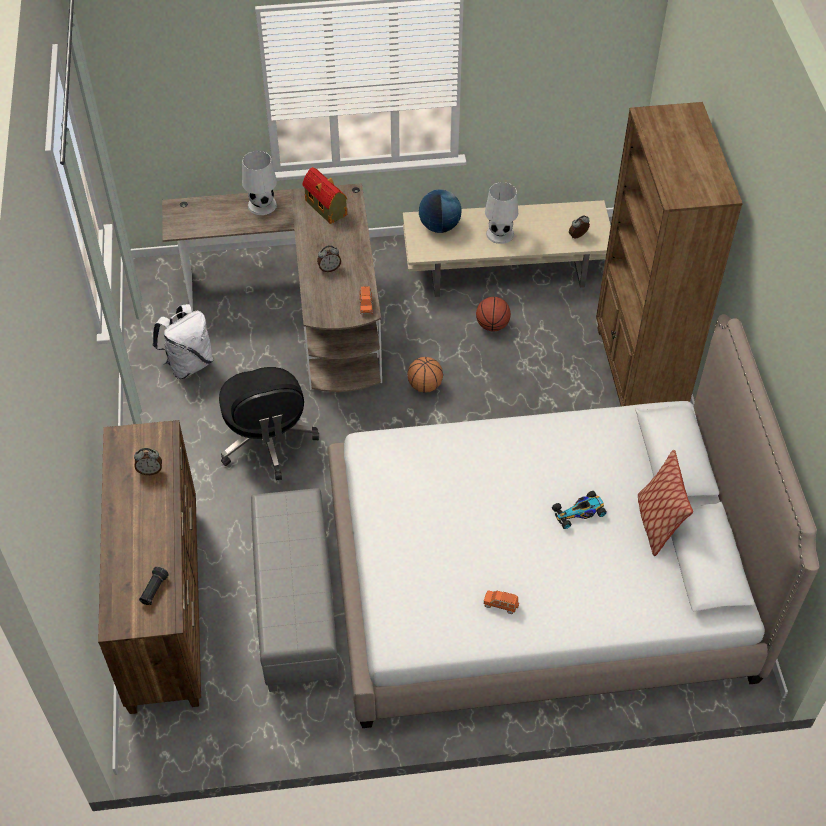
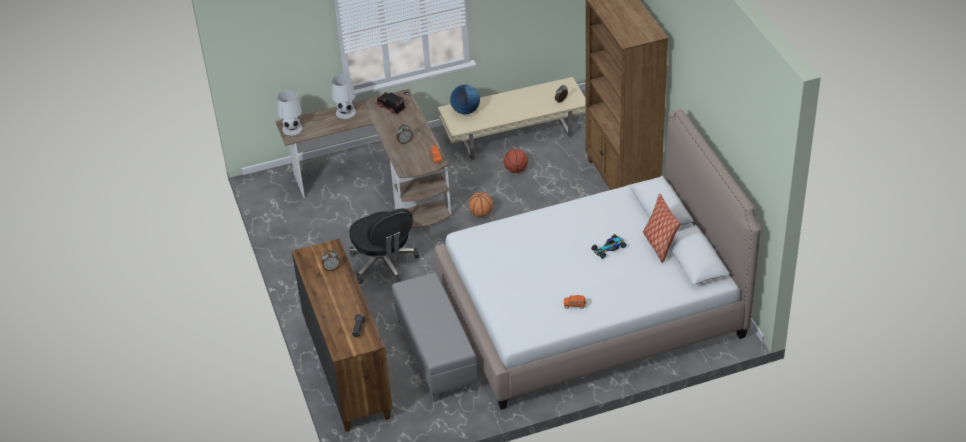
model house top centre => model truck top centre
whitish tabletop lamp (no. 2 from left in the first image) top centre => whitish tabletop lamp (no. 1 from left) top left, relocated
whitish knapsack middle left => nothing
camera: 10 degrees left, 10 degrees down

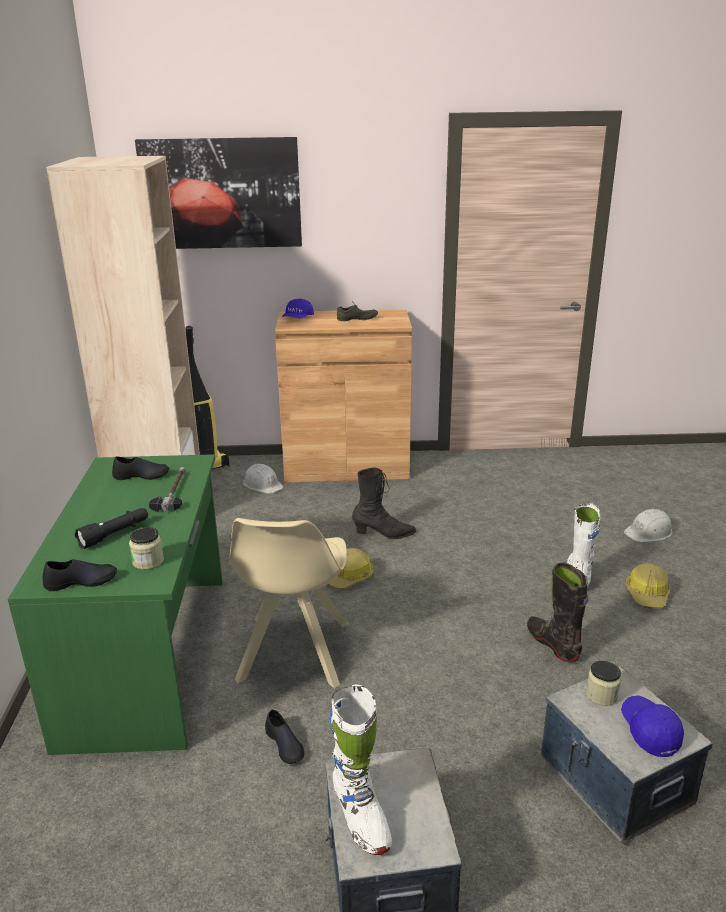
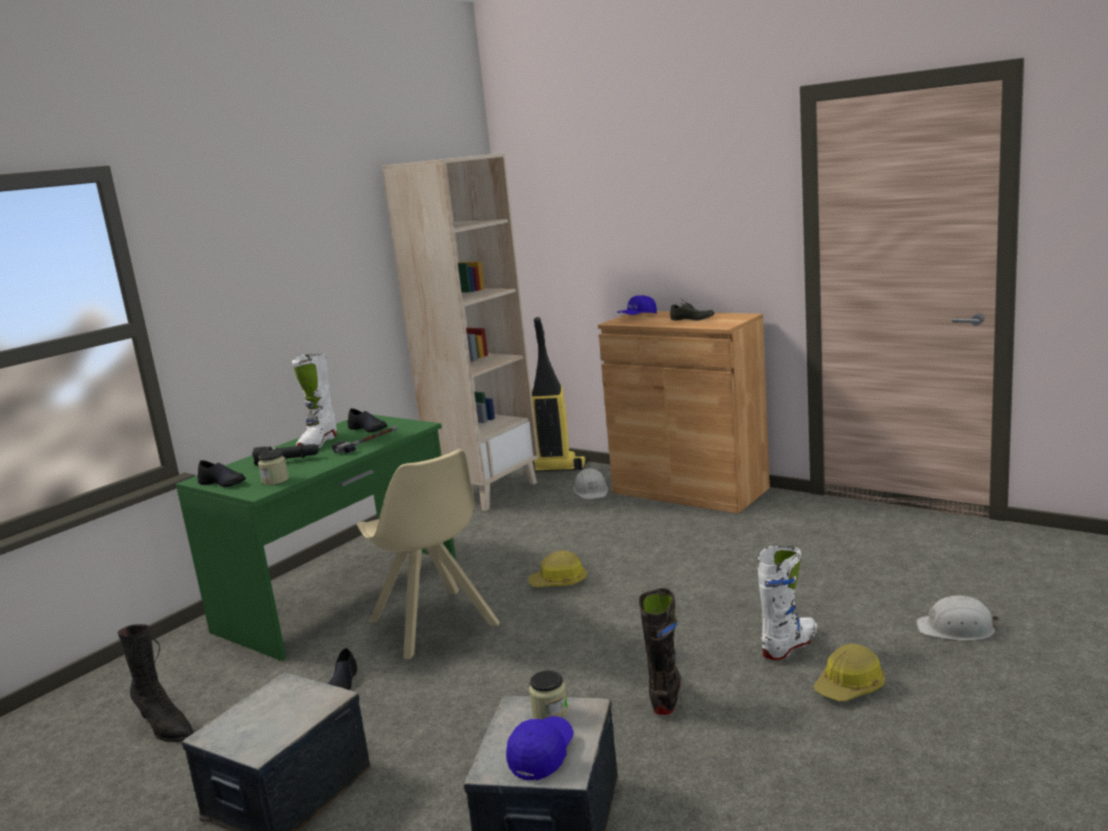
picture top left => nothing
blackish high-top boot (no. 1 from left) centre => blackish high-top boot (no. 1 from left) bottom left, relocated
beige-coloured plain chair centre => beige-coloured plain chair bottom centre, 75 degrees counterclockwise
whitish high-top boot (no. 1 from left) bottom centre => whitish high-top boot (no. 1 from left) middle left, relocated
camera: 40 degrees right, 10 degrees down

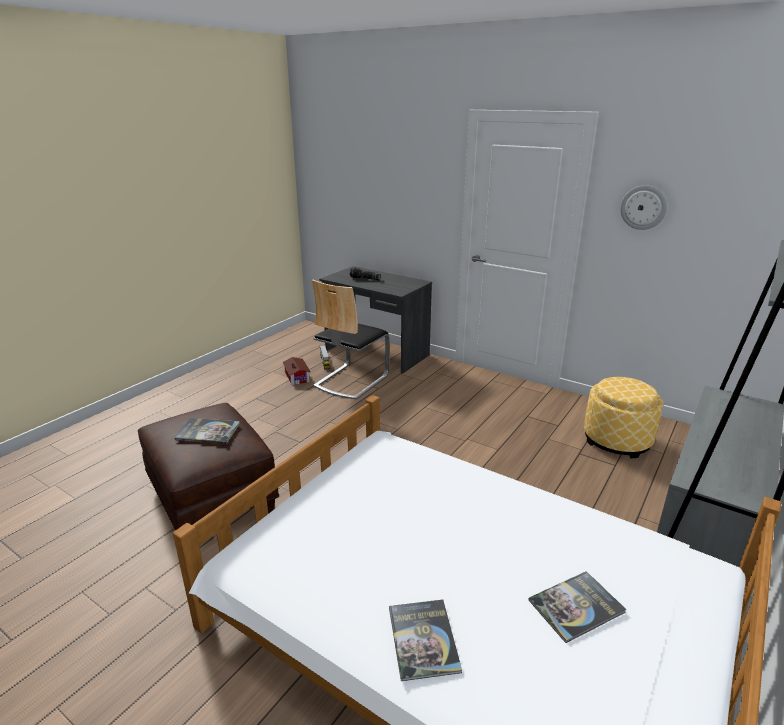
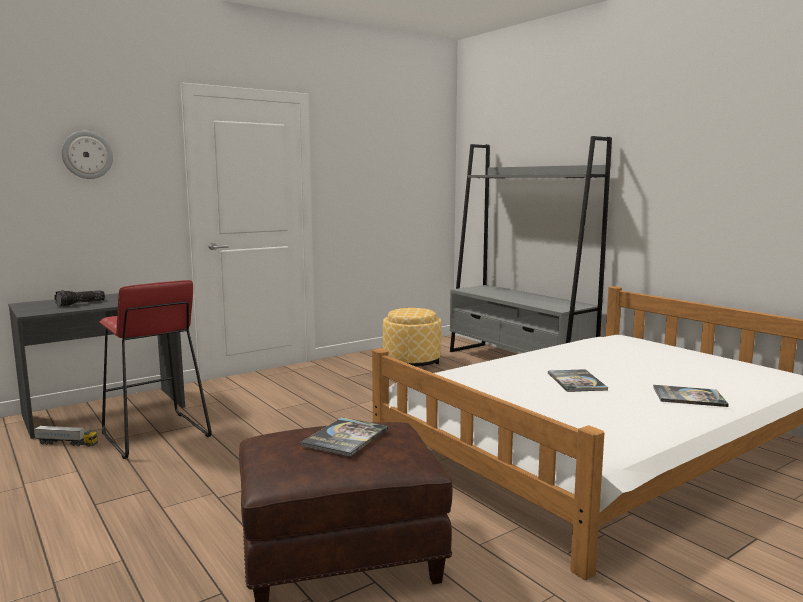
hanging clock top right => hanging clock top left, relocated
plain chair centre => red sitting stool middle left
model house centre => nothing
bound book (no. 3 from left in the first image) bottom right => bound book (no. 2 from left) middle right, relocated
camera: 70 degrees left, 15 degrees down

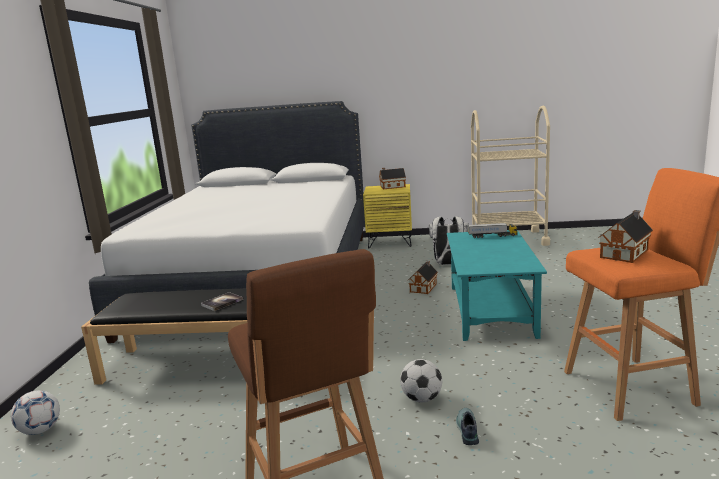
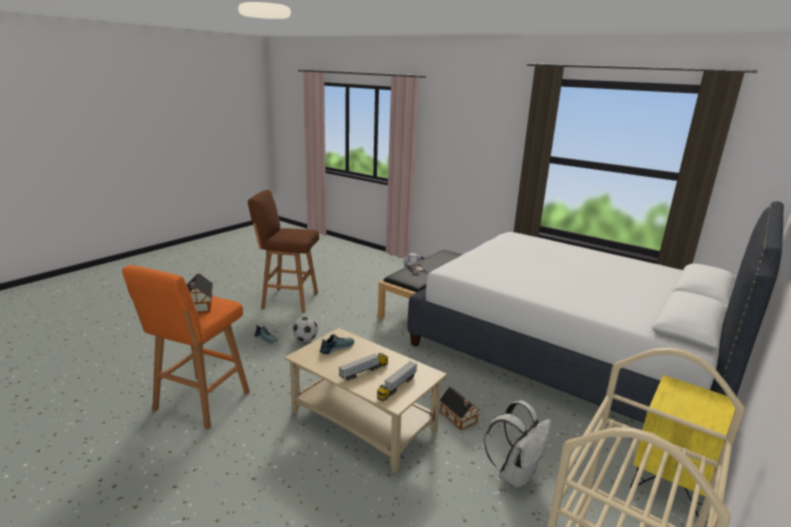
model house (no. 1 from left) centre => nothing
blue-green lounge table middle right => beige-coloured lounge table bottom centre
nothing => shoe (no. 2 from left) centre
nothing => model truck (no. 1 from left) bottom centre
camera: 120 degrees right, 5 degrees up

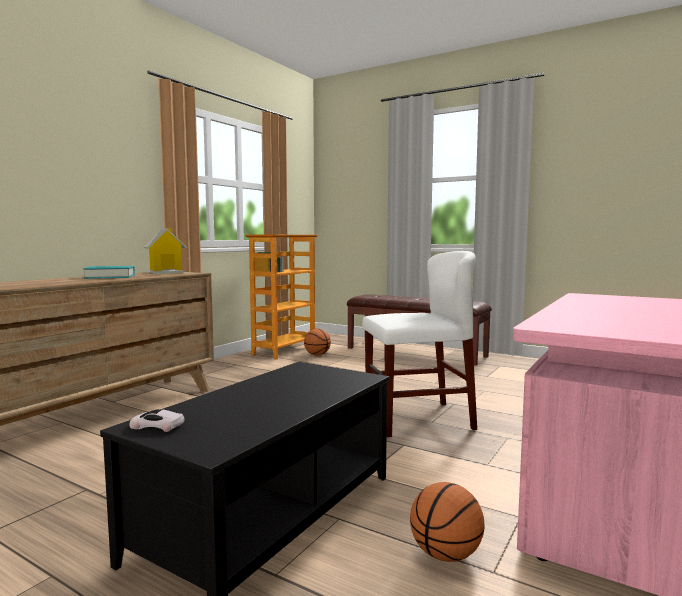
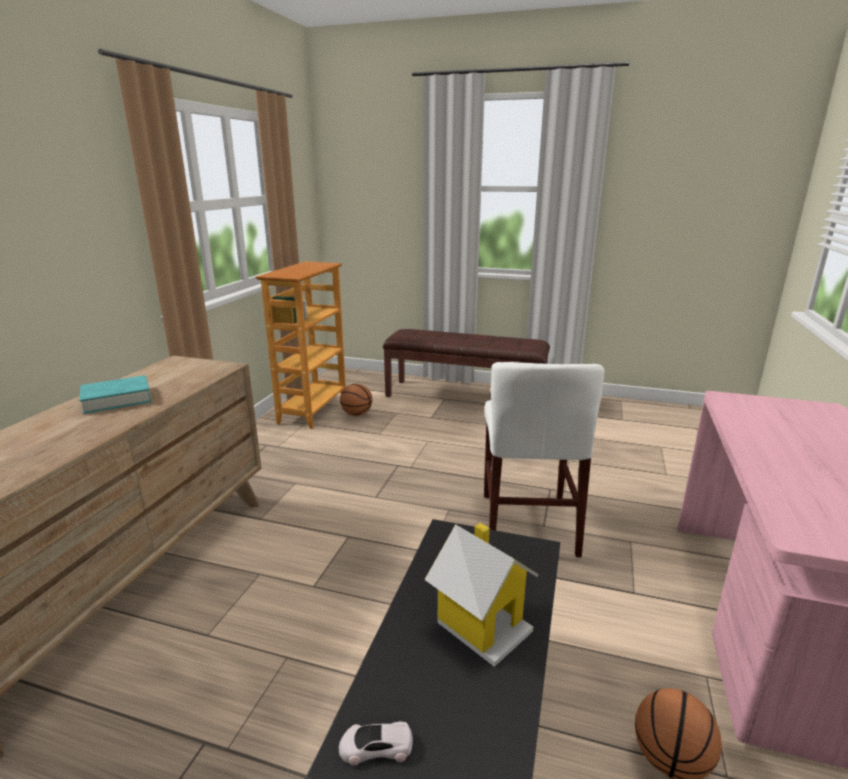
model house middle left => model house bottom centre, relocated
whitish plain chair centre, 120 degrees clockwise
camera: 15 degrees left, 15 degrees up

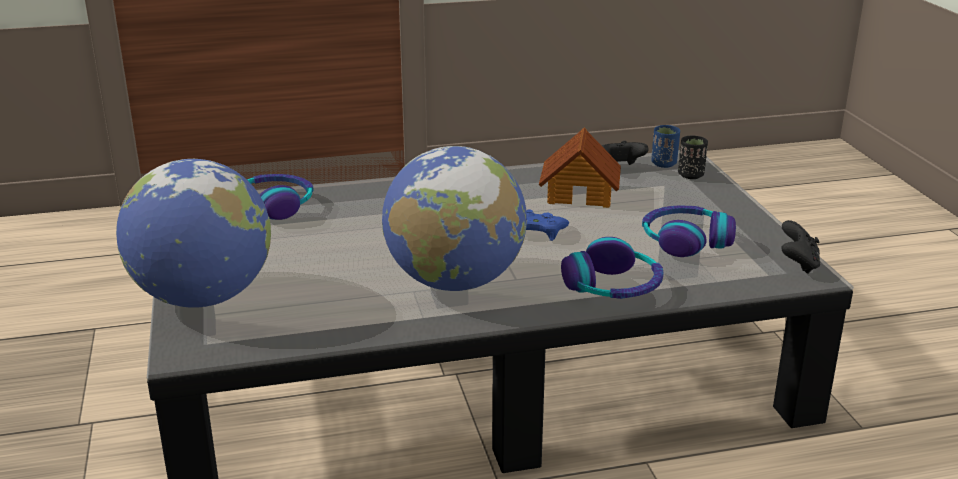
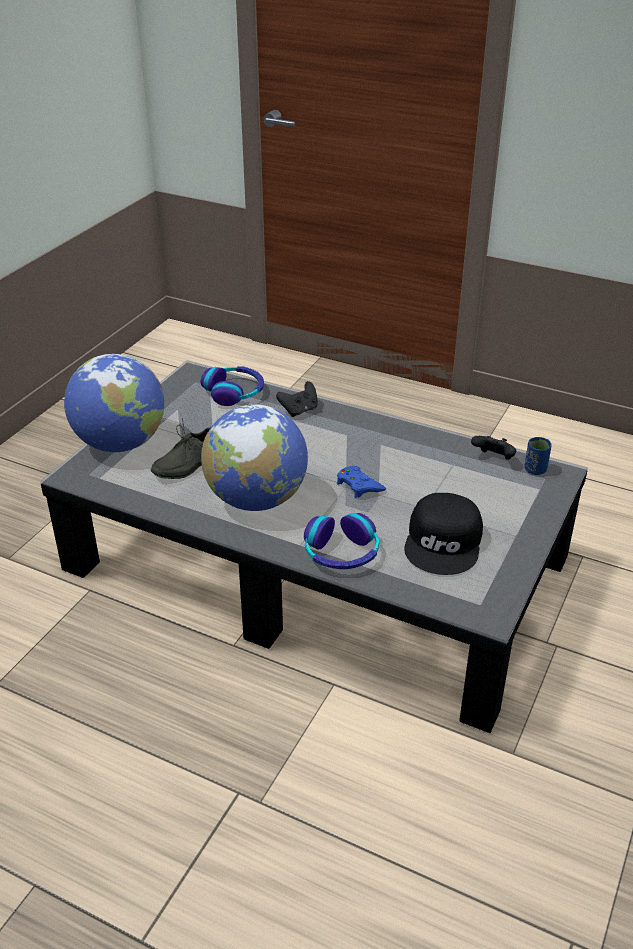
model house centre => nothing
blackish drinking cup top right => nothing
pair of headphones (no. 3 from left) middle right => blackish cap middle right
blackish joypad (no. 2 from left in the first image) middle right => blackish joypad (no. 1 from left) centre, relocated
nothing => greyish shoe middle left
camera: 40 degrees right, 10 degrees up

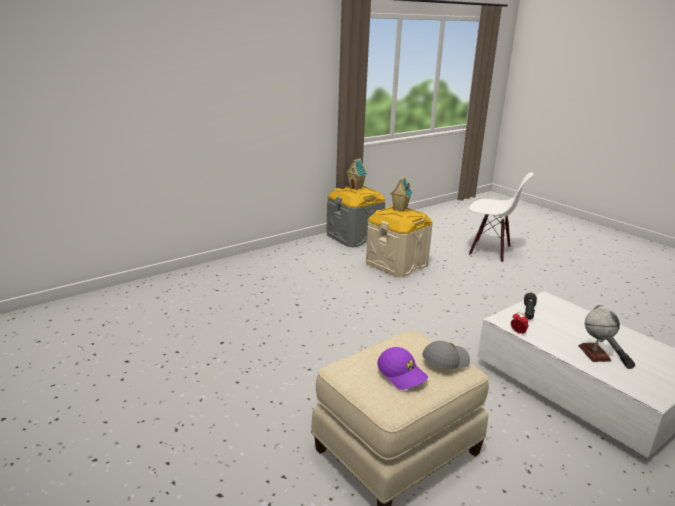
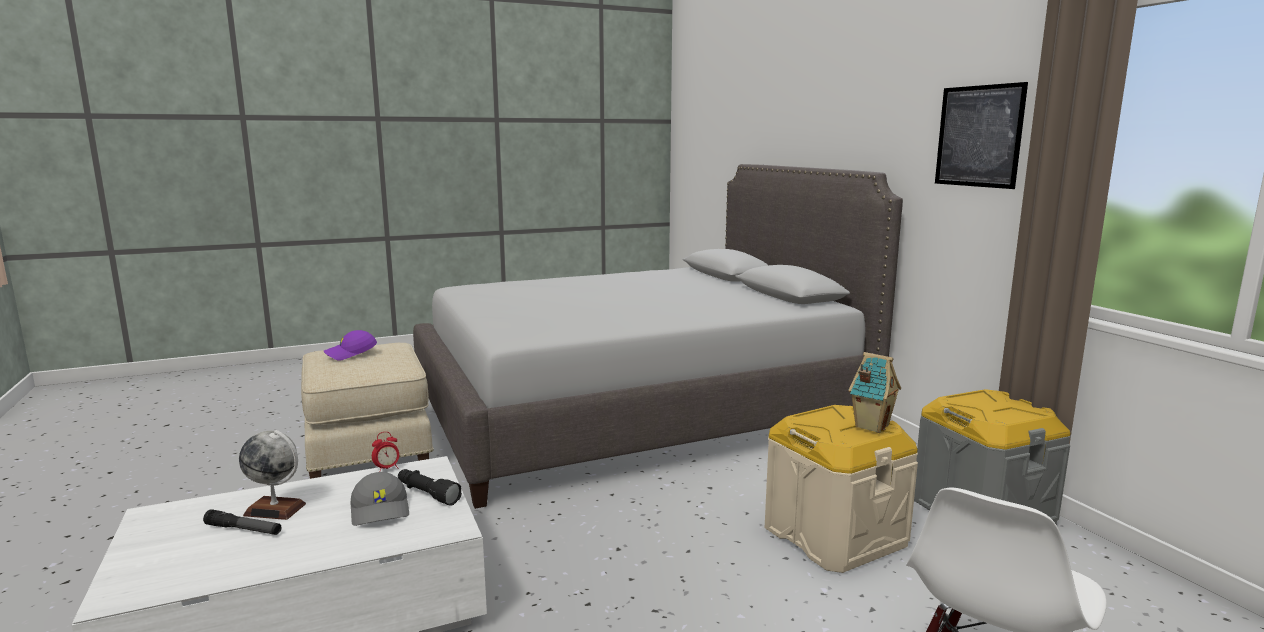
model house (no. 1 from left) centre => nothing
greyish cap bottom centre => greyish cap bottom left, relocated
nothing => picture top right
nothing => greyish sleeping bed centre
camera: 105 degrees right, 10 degrees down

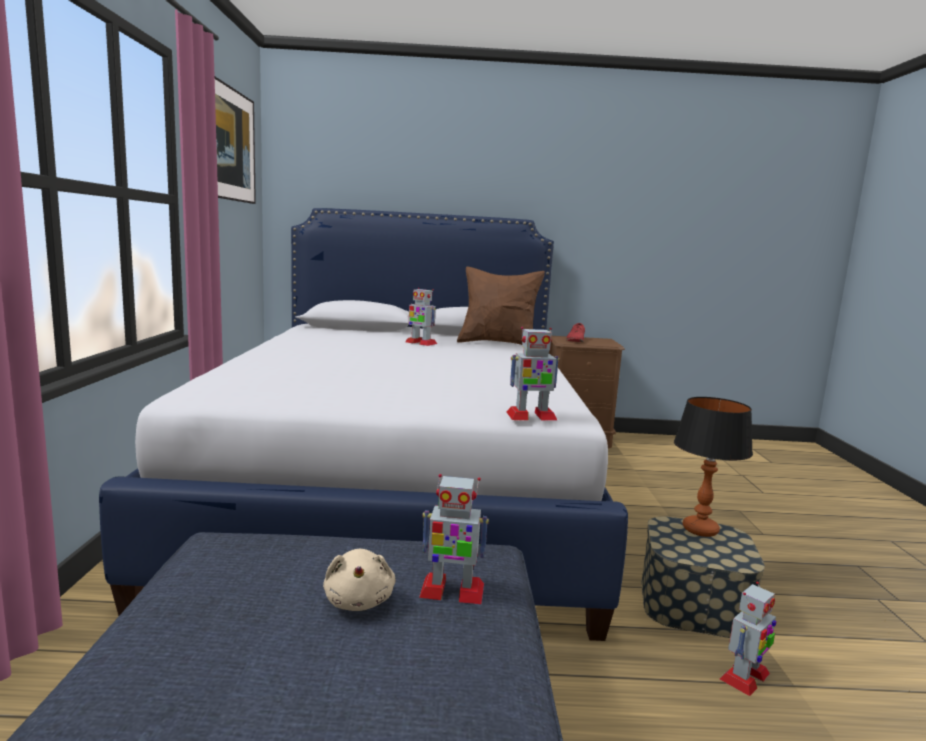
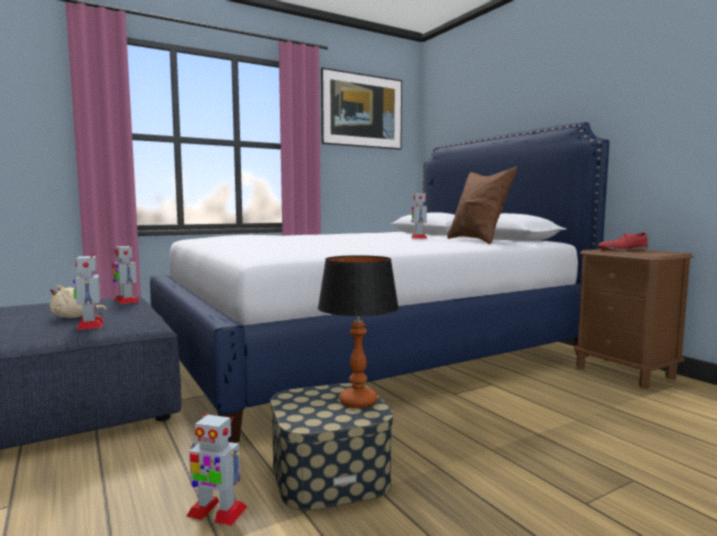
toy robot (no. 3 from left in the first image) centre => toy robot (no. 2 from left) middle left, relocated
camera: 60 degrees right, 5 degrees down

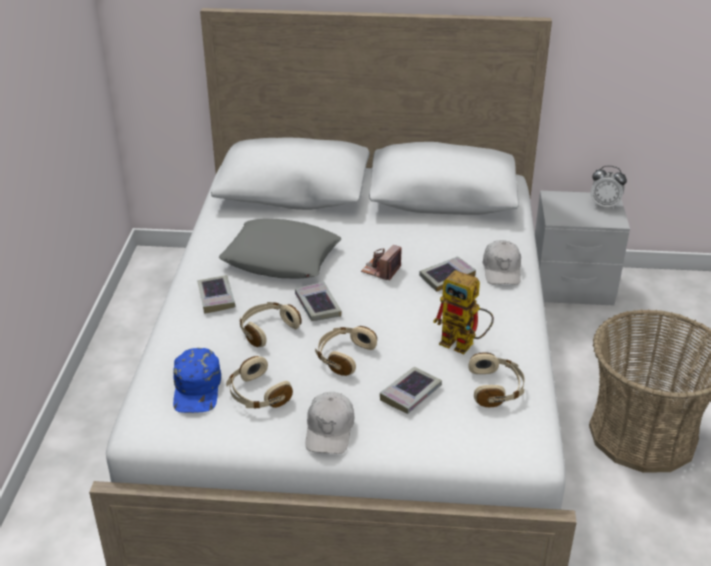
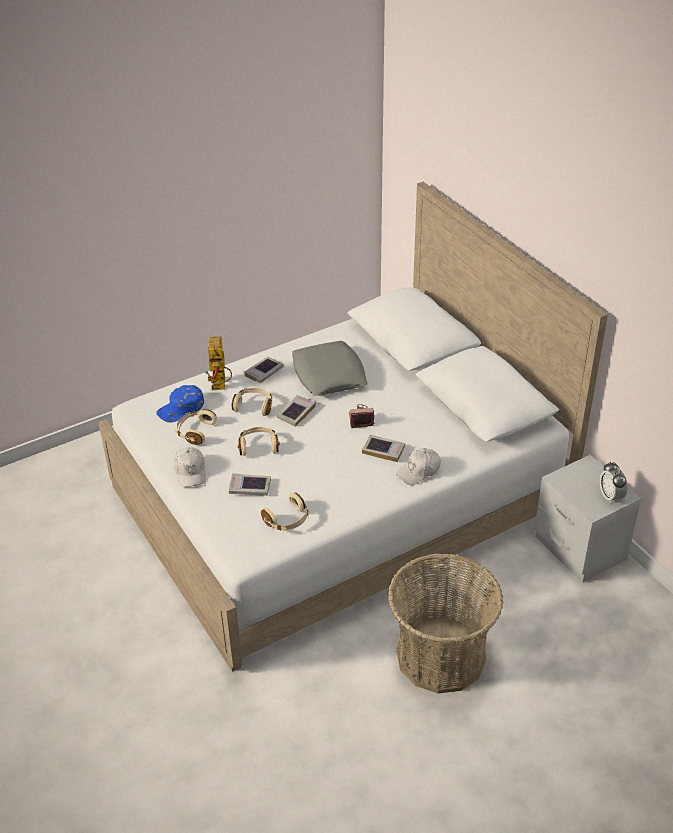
toy robot centre => toy robot middle left, relocated
whitish cap (no. 1 from left) bottom centre => whitish cap (no. 1 from left) middle left, 75 degrees counterclockwise
camera: 55 degrees right, 5 degrees up

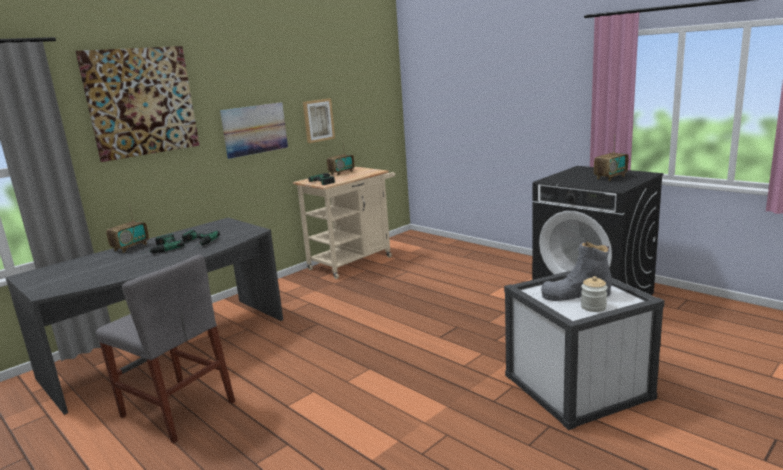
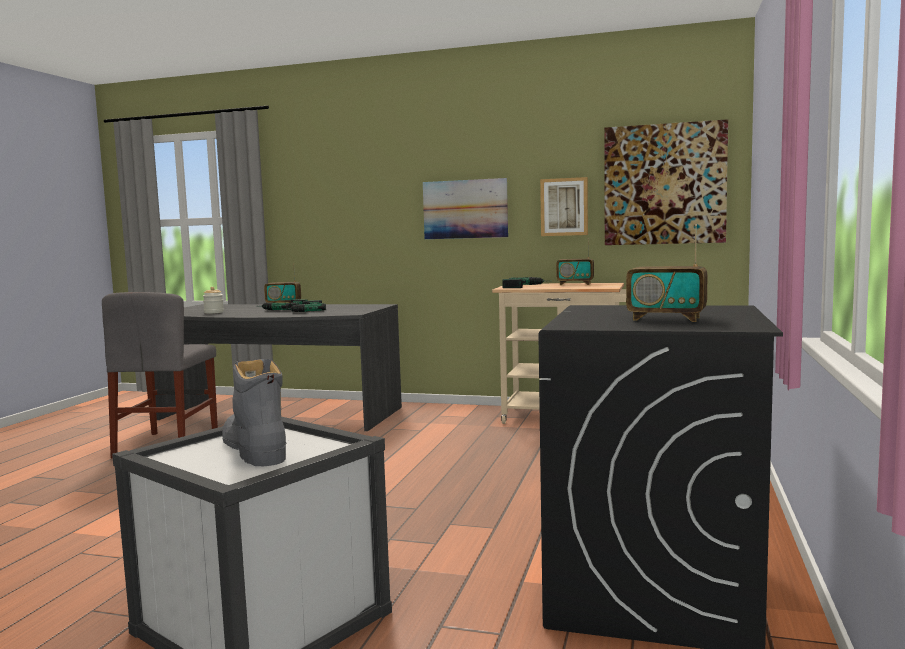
picture (no. 1 from left in the first image) top left => picture (no. 3 from left) top right, relocated
preserve jar middle right => preserve jar middle left, relocated
camera: 60 degrees right, 10 degrees down

